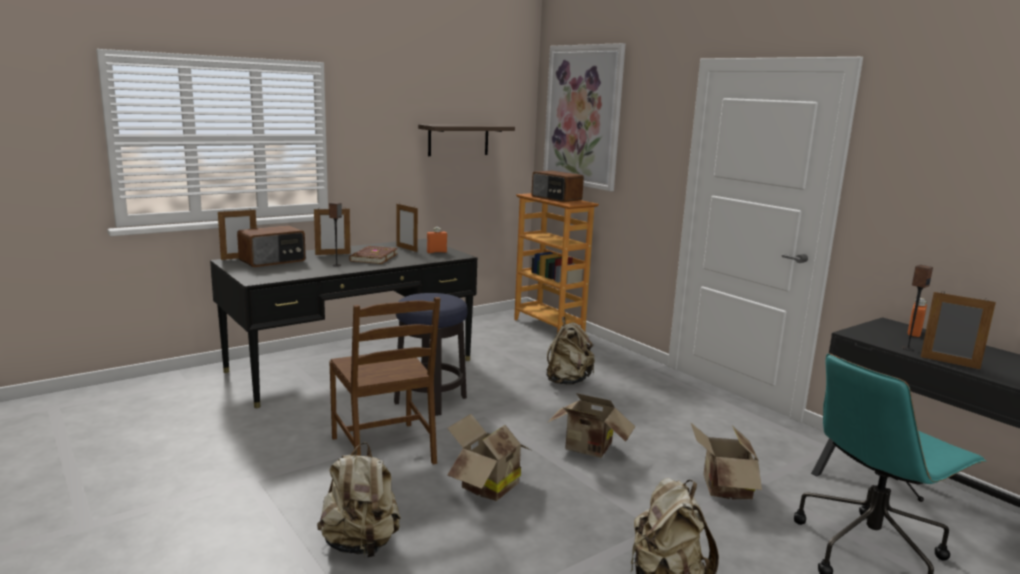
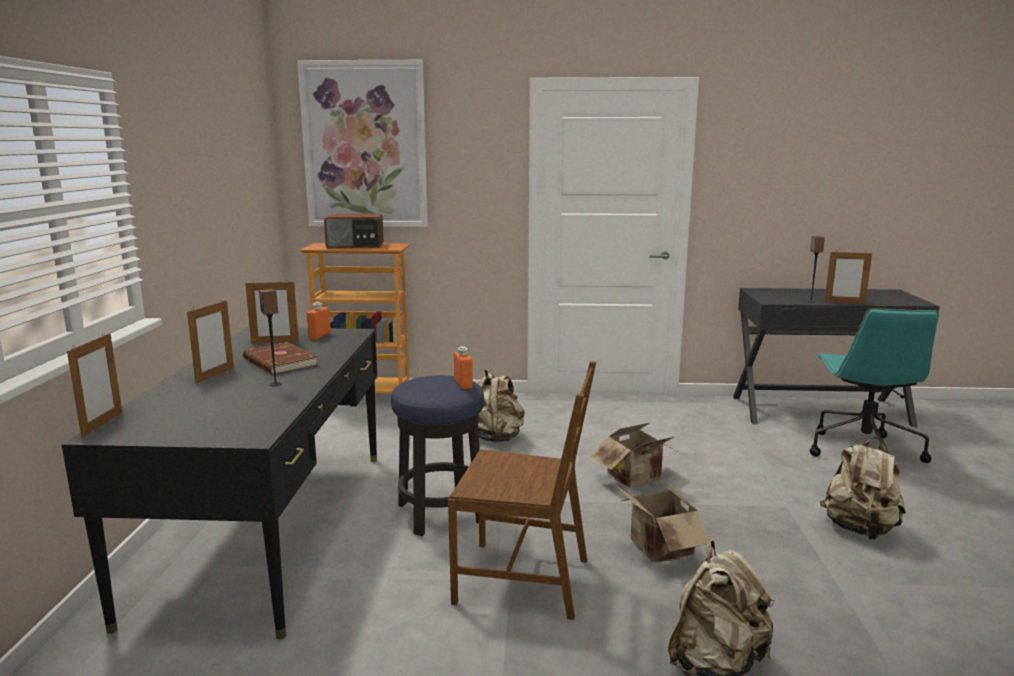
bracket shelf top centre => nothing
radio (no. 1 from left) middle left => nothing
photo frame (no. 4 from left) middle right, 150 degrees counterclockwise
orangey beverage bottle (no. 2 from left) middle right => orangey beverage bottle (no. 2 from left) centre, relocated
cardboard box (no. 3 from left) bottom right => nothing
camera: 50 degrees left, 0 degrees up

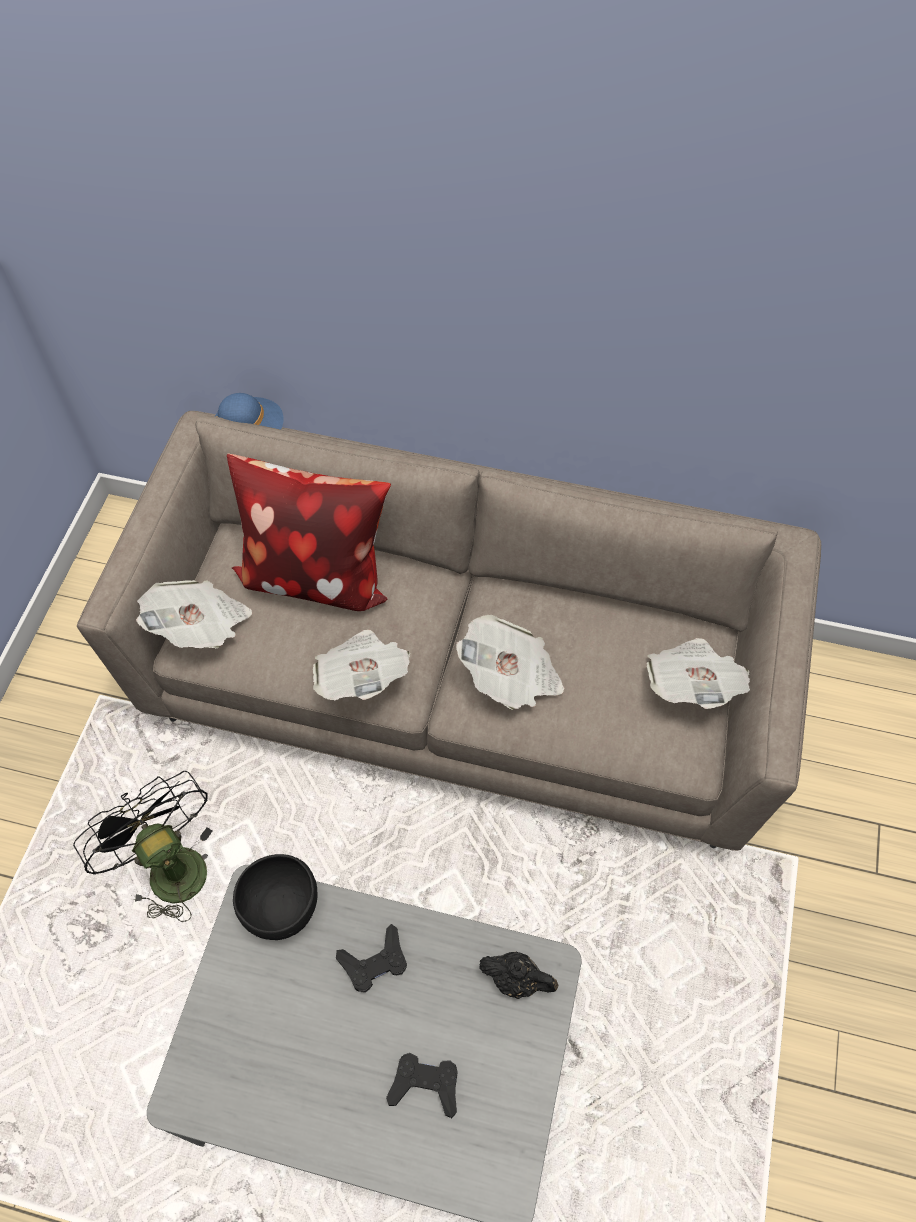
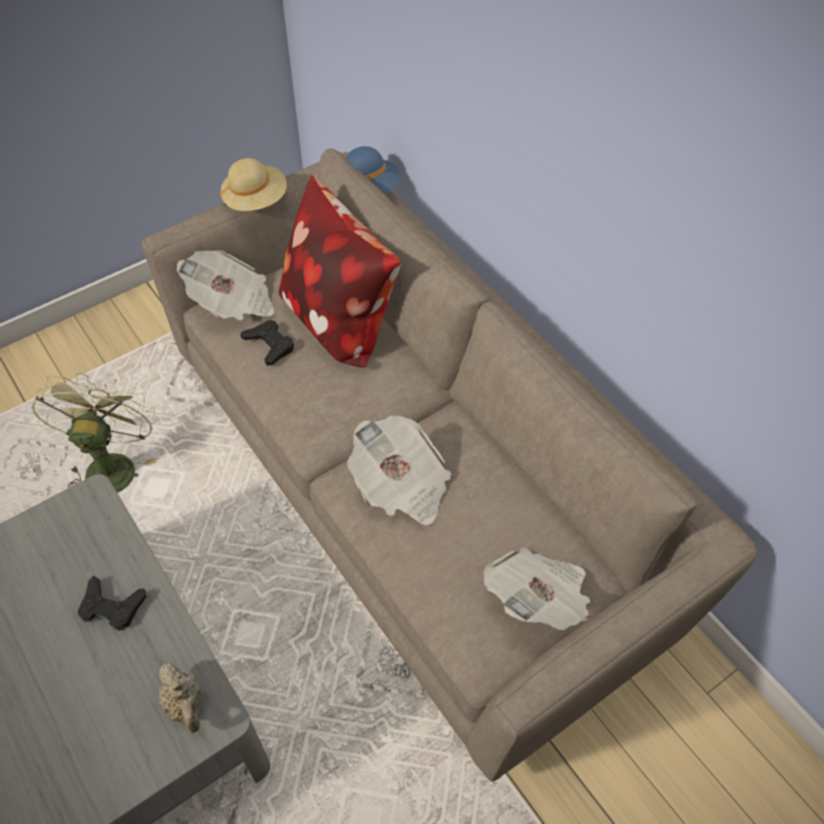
printed paper (no. 2 from left) centre => nothing
blackish fan bottom left => greenish fan middle left
blackish deep dish bottom left => nothing
blackish pot for tea bottom centre => beige-coloured pot for tea bottom left
blackish joypad (no. 2 from left) bottom centre => blackish joypad (no. 2 from left) middle left, relocated
nothing => beige-coloured clothing hat top left
camera: 40 degrees right, 5 degrees down

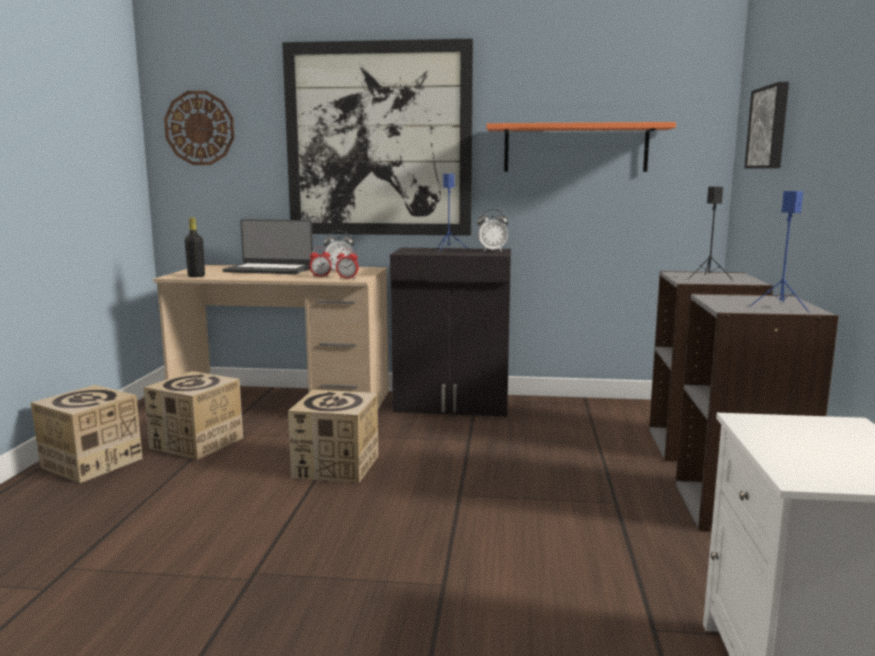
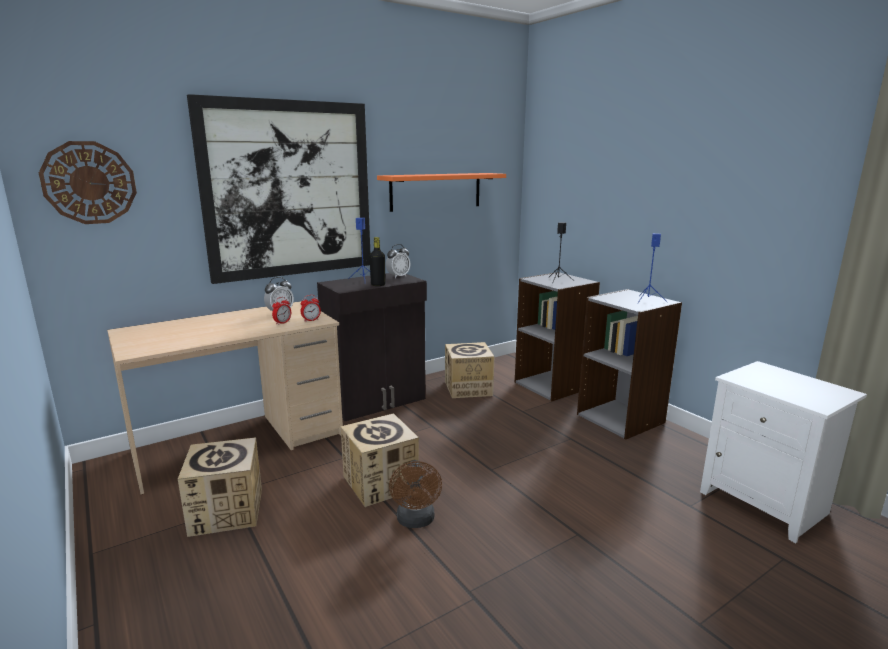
picture (no. 2 from left) top right => nothing
blackish beverage bottle middle left => blackish beverage bottle centre, relocated
portable computer middle left => nothing
cardboard box (no. 1 from left in the first image) middle left => cardboard box (no. 3 from left) centre, relocated
nothing => brownish fan bottom centre
camera: 40 degrees left, 5 degrees up

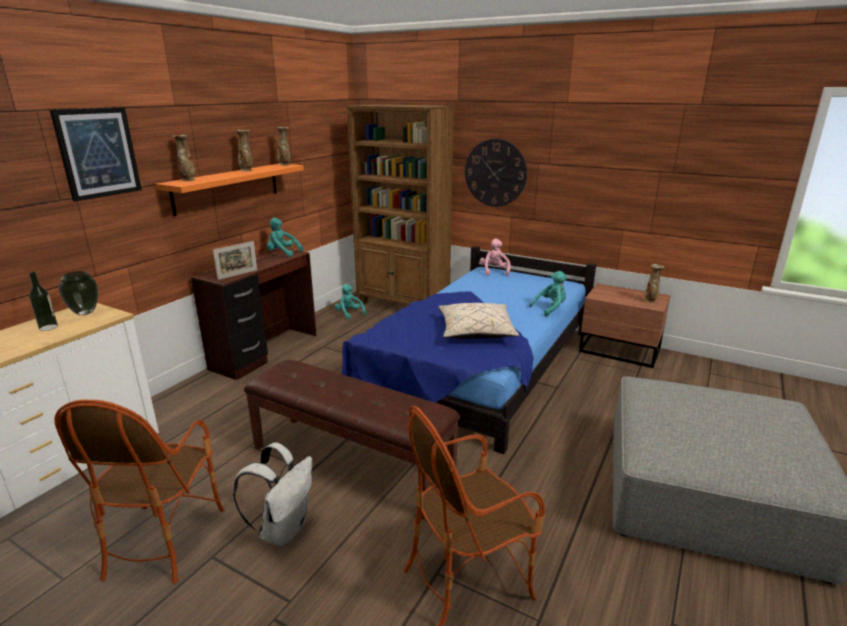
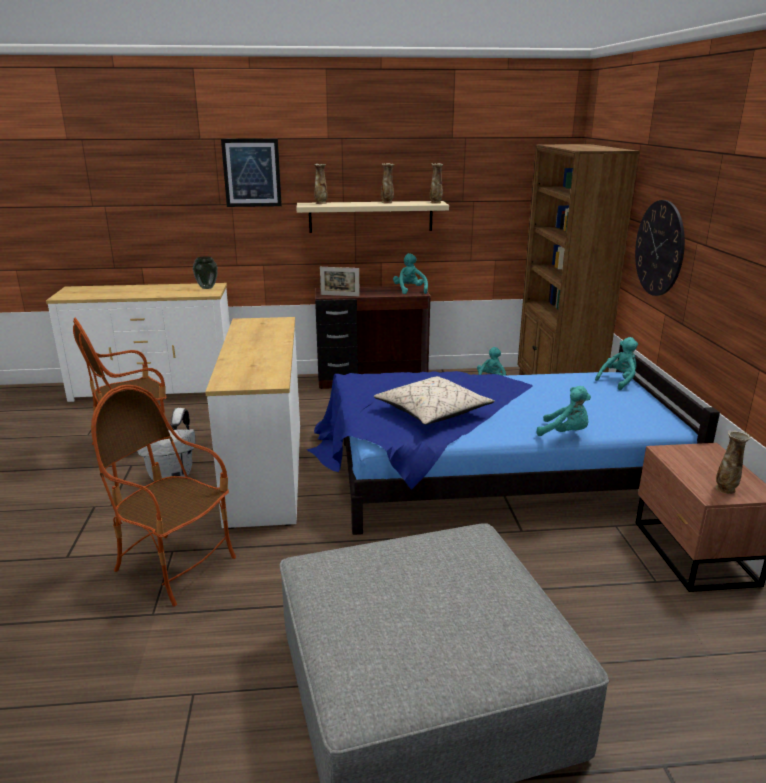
orangey bracket shelf top left => beige-coloured bracket shelf top centre
pinkish plush toy centre => blue-green plush toy (no. 4 from left) middle right
beverage bottle middle left => nothing
brownish indoor bench bottom centre => whitish chest of drawers (no. 2 from left) middle left
camera: 55 degrees right, 0 degrees up

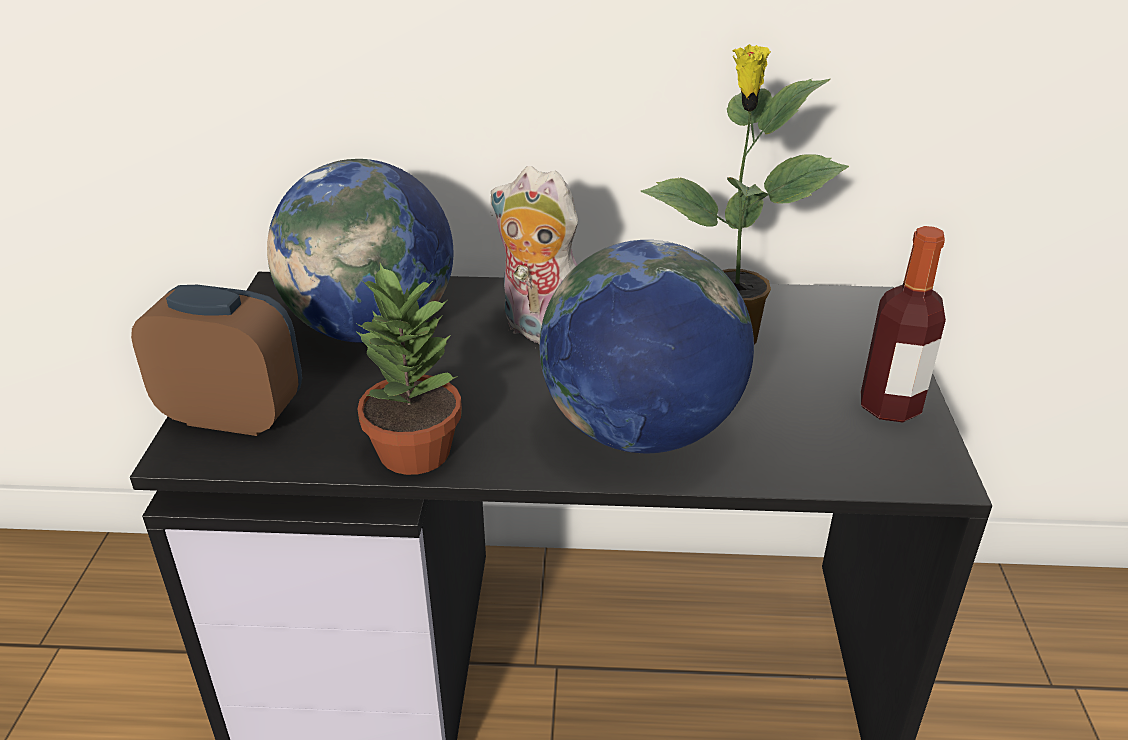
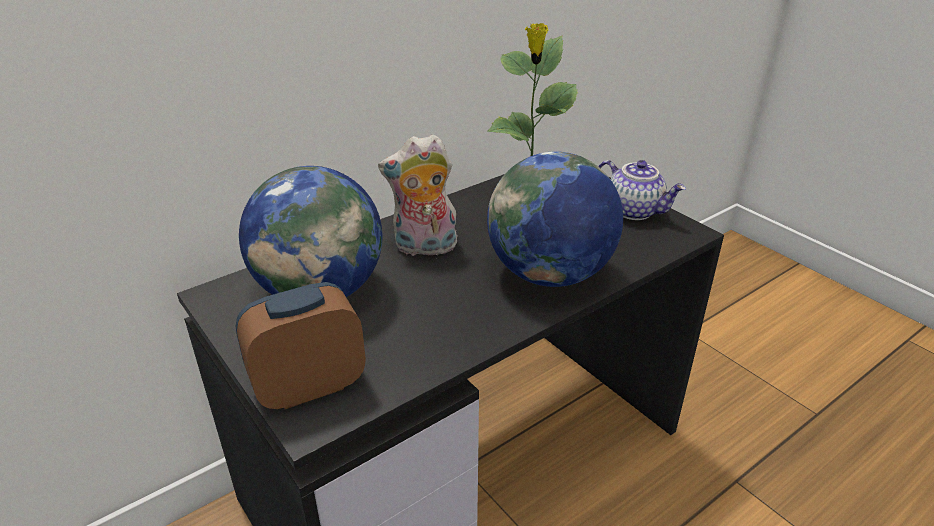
beverage bottle middle right => pot for tea middle right
houseplant (no. 1 from left) centre => nothing
camera: 40 degrees left, 0 degrees up

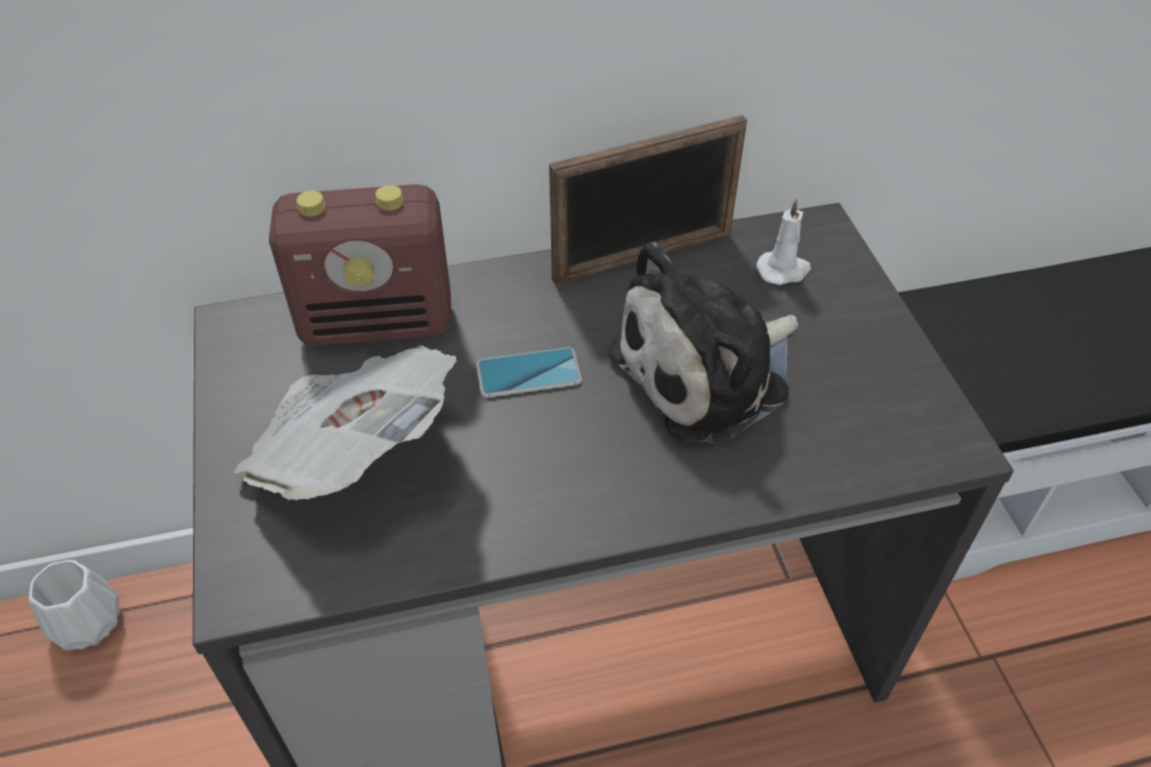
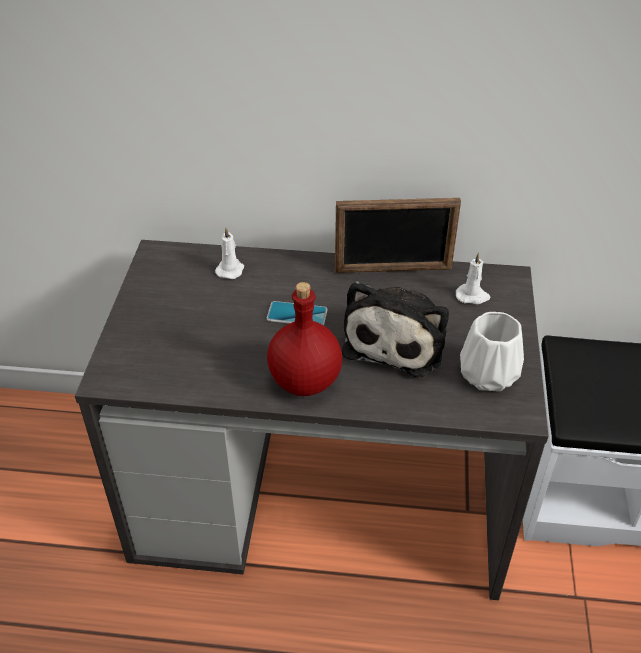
radio middle left => whitish candle (no. 1 from left) centre
plush toy centre, 60 degrees counterclockwise
printed paper middle left => nothing
whitish flower vase bottom left => whitish flower vase middle right, relocated
nothing => red beverage bottle centre
camera: 20 degrees right, 5 degrees down

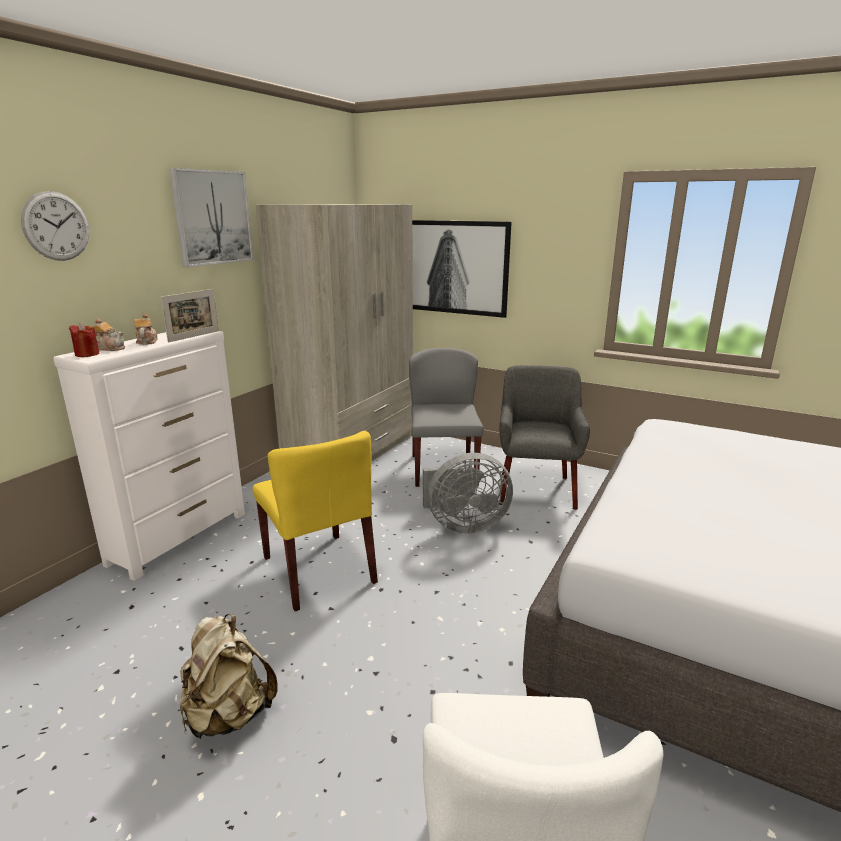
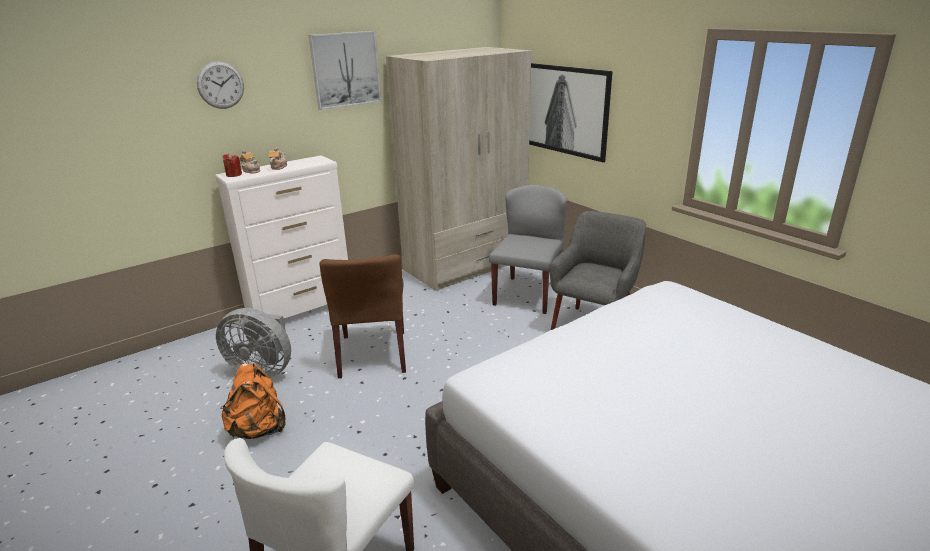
photo frame middle left => nothing
yellowish plain chair centre => brownish plain chair centre
greyish fan centre => greyish fan middle left, relocated
beige-coloured knapsack bottom left => orangey knapsack bottom left
camera: 25 degrees right, 5 degrees up

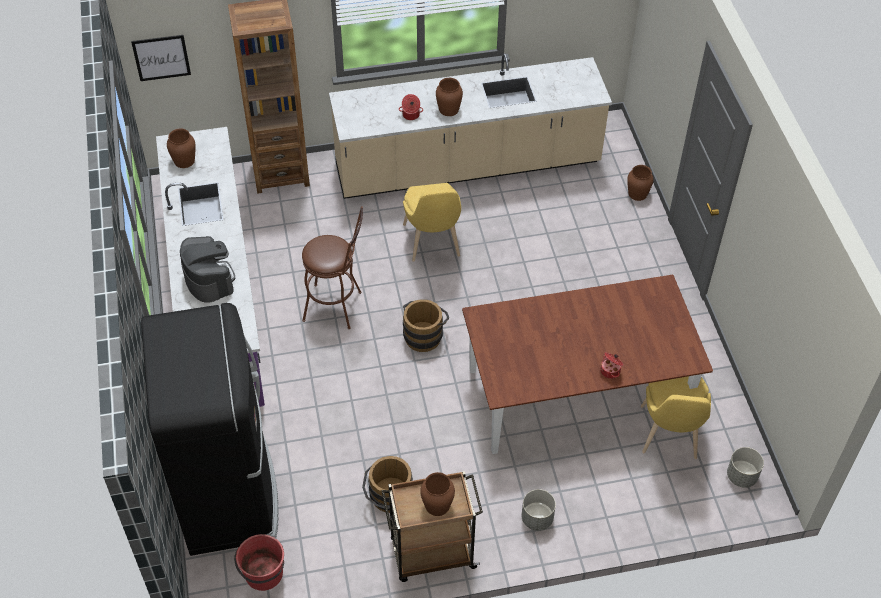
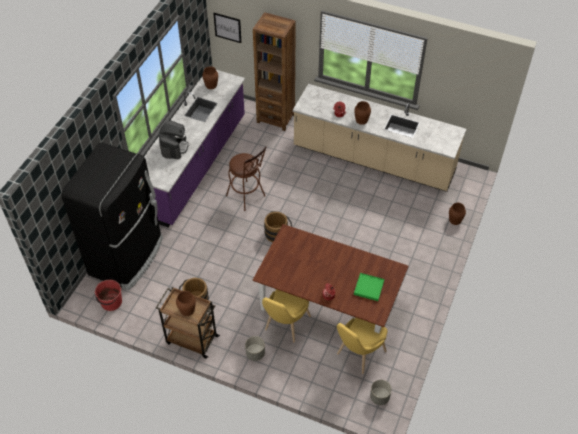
yellowish plain chair (no. 1 from left) centre => yellowish plain chair (no. 1 from left) bottom centre, relocated
nothing => greenish carrying tray centre
camera: 35 degrees right, 0 degrees up

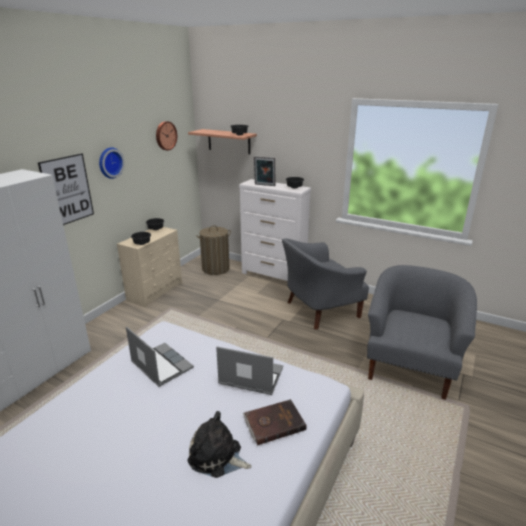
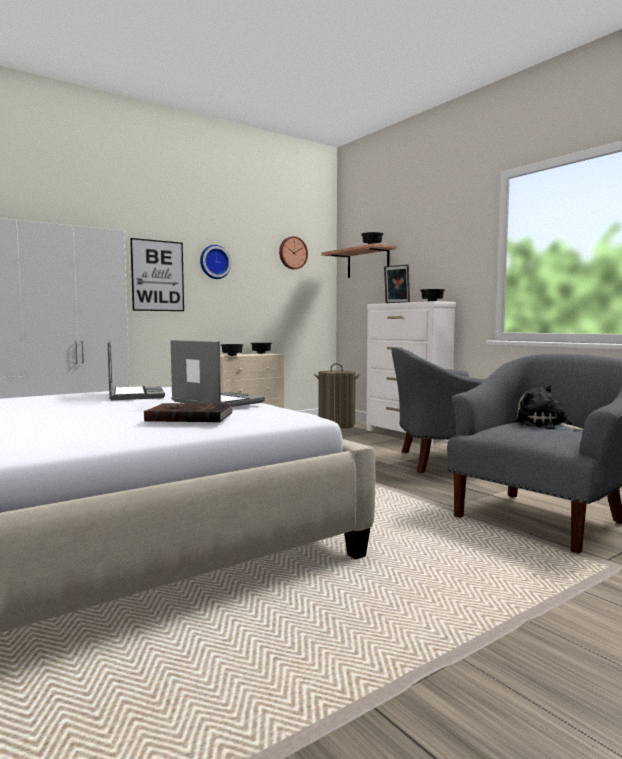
plush toy bottom centre => plush toy middle right, relocated
camera: 25 degrees right, 20 degrees down

